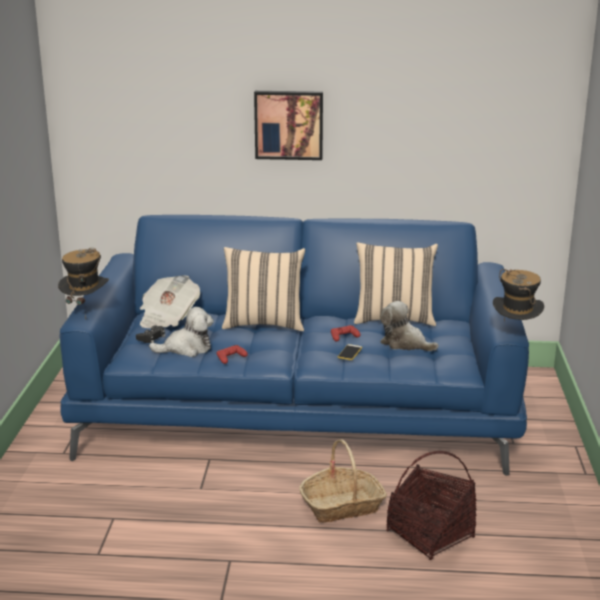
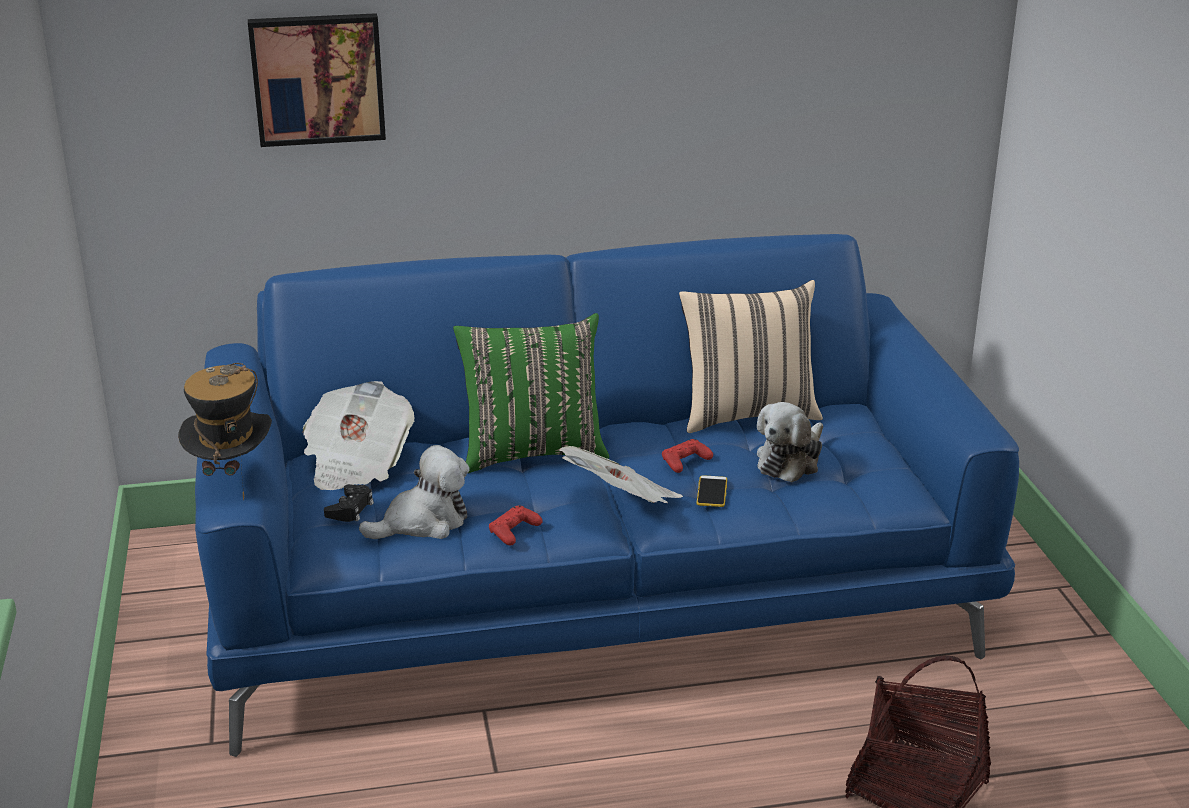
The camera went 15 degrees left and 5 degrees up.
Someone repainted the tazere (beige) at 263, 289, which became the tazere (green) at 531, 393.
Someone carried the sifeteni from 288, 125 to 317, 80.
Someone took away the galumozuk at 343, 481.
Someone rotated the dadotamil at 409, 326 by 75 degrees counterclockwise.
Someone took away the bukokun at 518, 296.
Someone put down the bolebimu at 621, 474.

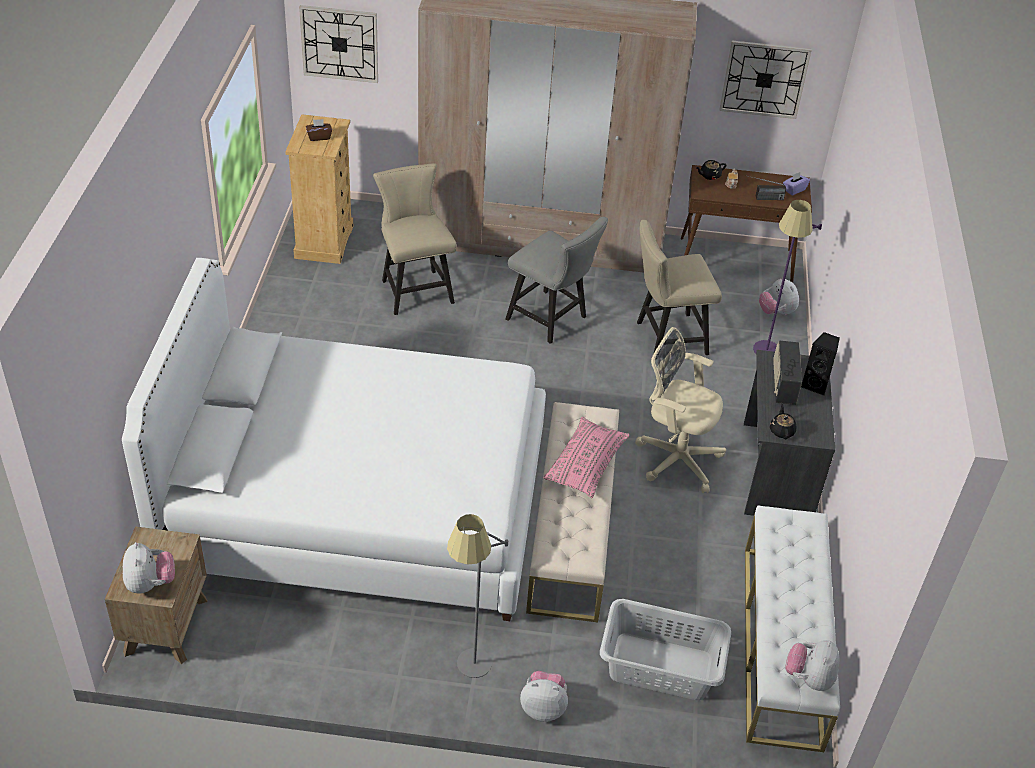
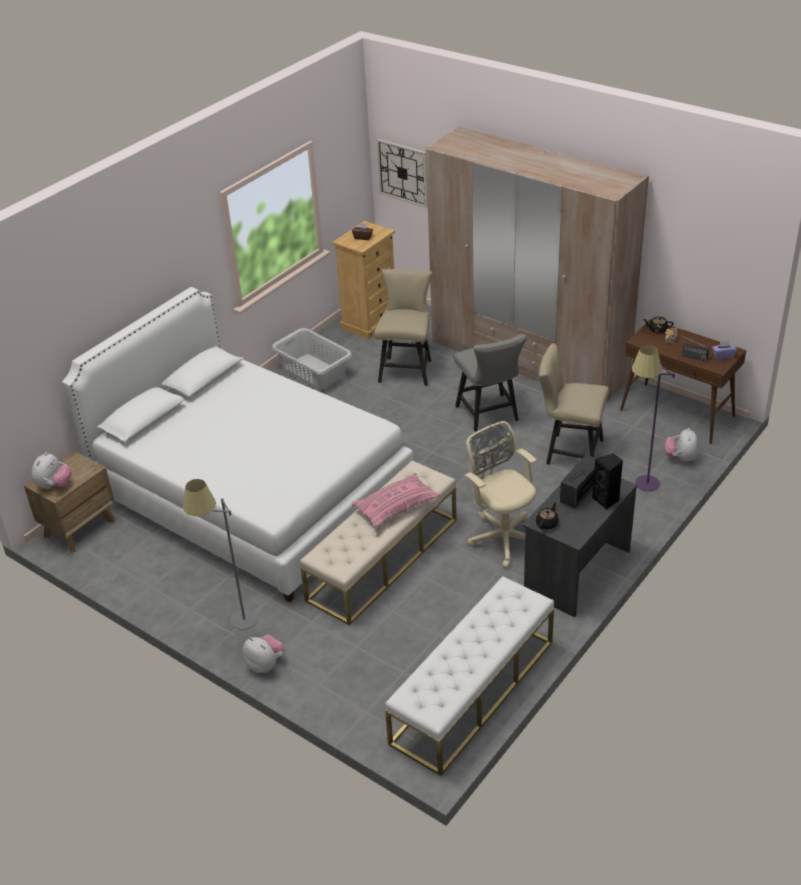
The camera went 35 degrees right and 5 degrees down.
Someone carried the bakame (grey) from 665, 649 to 312, 359.
Someone took away the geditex at 765, 80.
Someone took away the dadotamil at 812, 665.

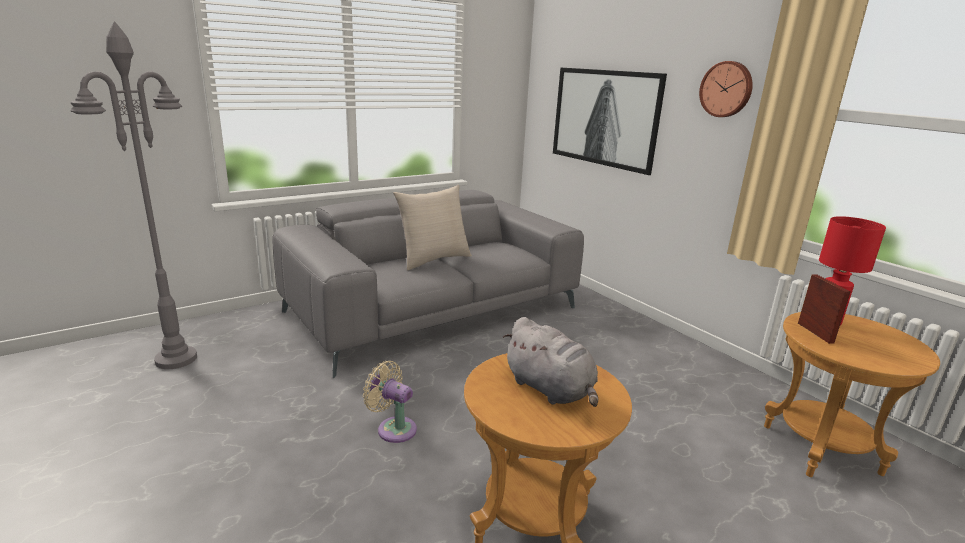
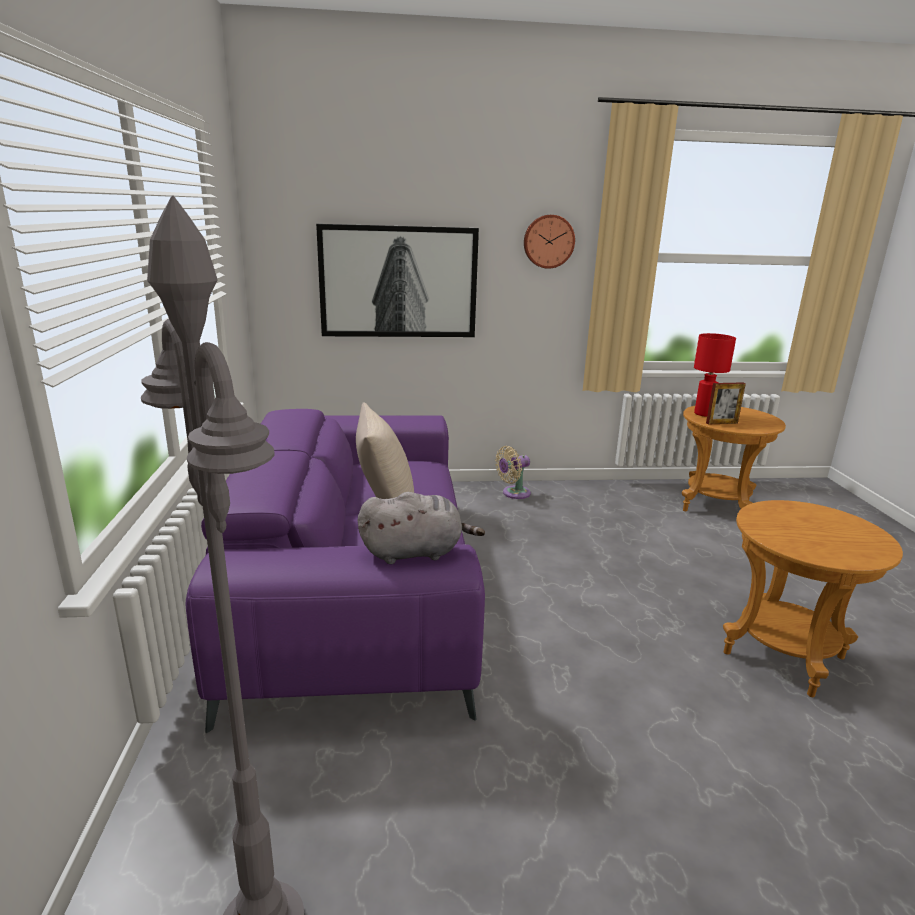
The camera went 60 degrees left and 0 degrees up.
Someone repainted the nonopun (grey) at 428, 284, which became the nonopun (purple) at 335, 571.
Someone carried the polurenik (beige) from 390, 402 to 513, 472.
Someone carried the dadotamil (grey) from 550, 362 to 421, 528.
Someone rotated the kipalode at 824, 309 by 150 degrees clockwise.

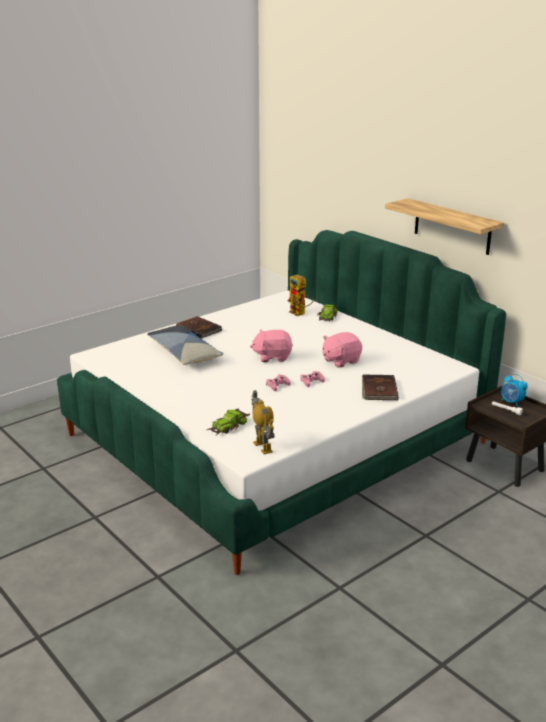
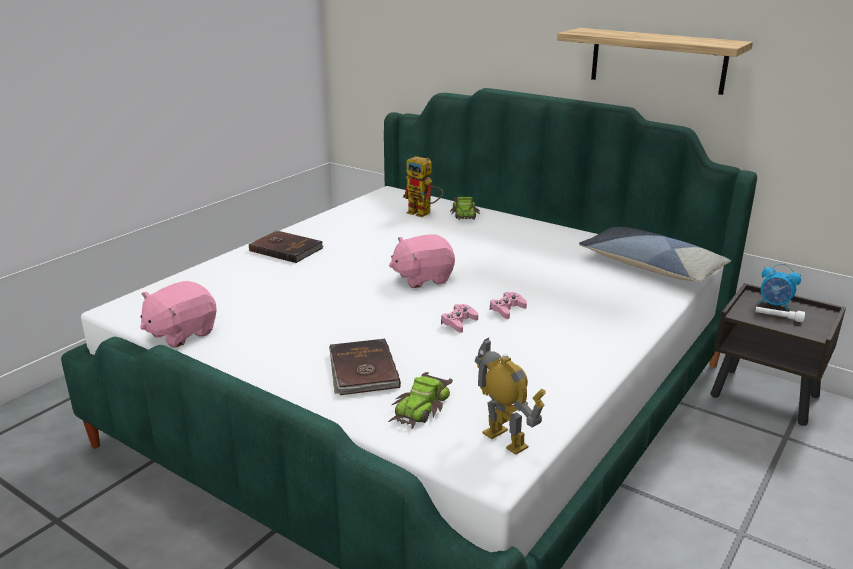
The camera went 15 degrees left and 0 degrees up.
Someone carried the tazere from 185, 345 to 655, 255.
Someone carried the dadotamil (pink) from 342, 350 to 178, 314.
Someone carried the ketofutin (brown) from 380, 388 to 365, 366.

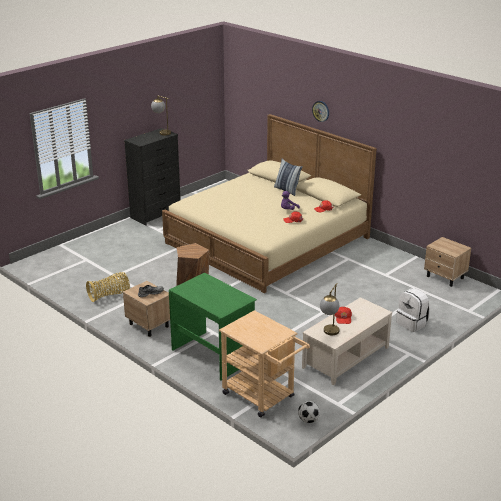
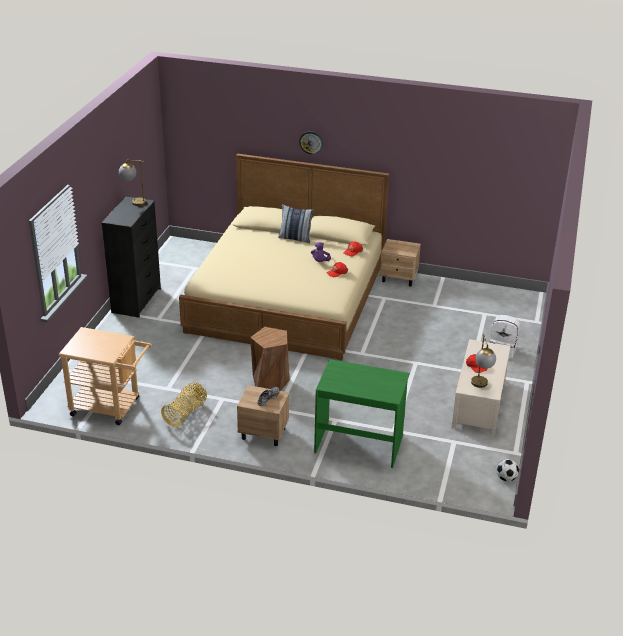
The camera went 30 degrees left and 5 degrees up.
Someone carried the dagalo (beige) from 264, 363 to 105, 376.
Someone carried the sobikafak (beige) from 448, 262 to 400, 263.

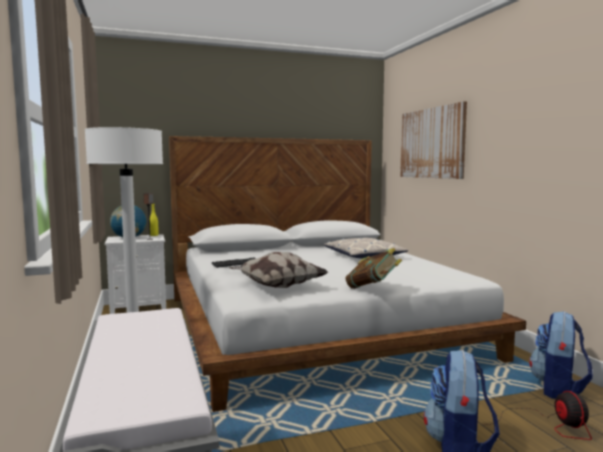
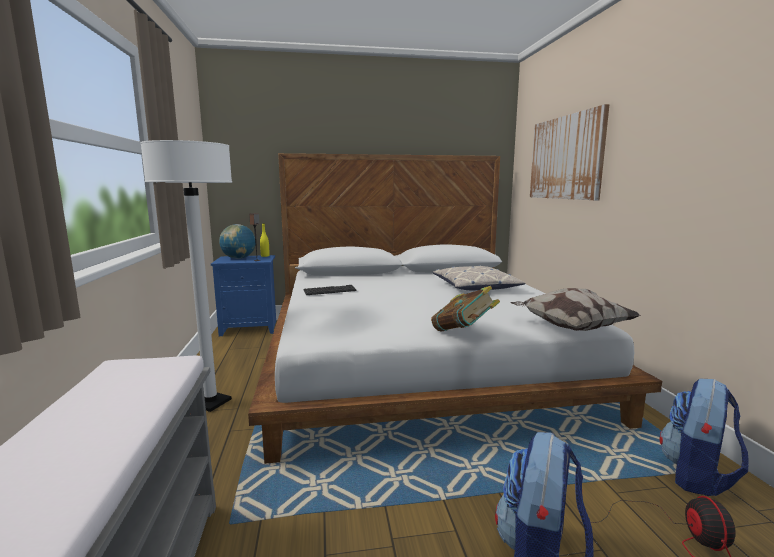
The camera went 10 degrees right and 5 degrees up.
Someone repainted the sobikafak (white) at 135, 274, which became the sobikafak (blue) at 243, 295.
Someone carried the tazere from 278, 270 to 575, 309.

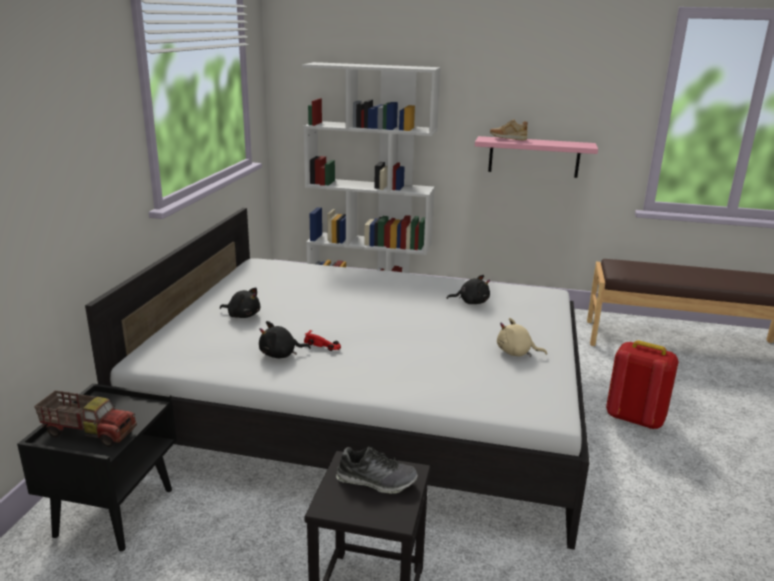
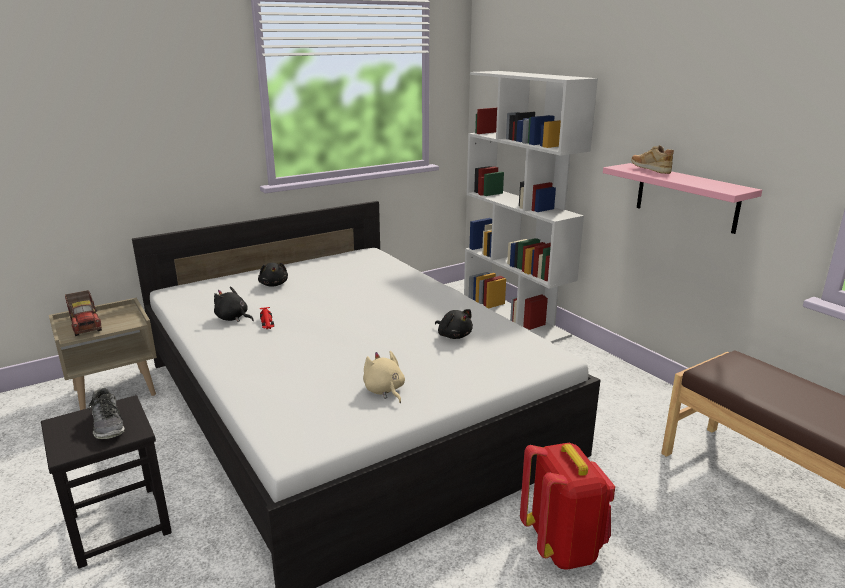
The camera went 45 degrees right and 0 degrees up.
Someone repainted the sobikafak (black) at 97, 467, which became the sobikafak (beige) at 103, 354.

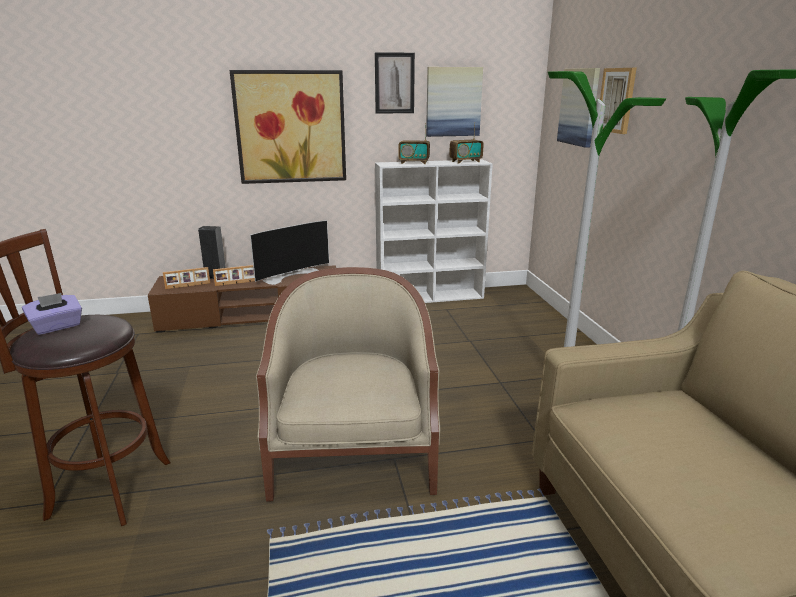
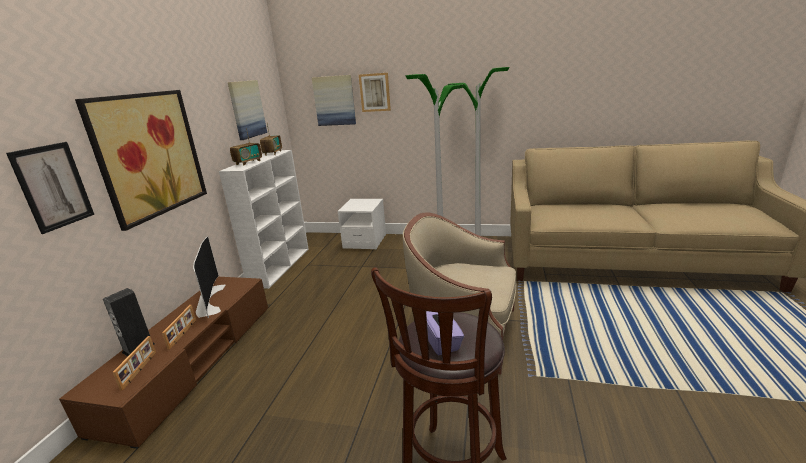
The camera went 65 degrees left and 0 degrees up.
Someone carried the sifeteni from 395, 83 to 50, 188.
Someone put down the sobikafak (white) at 361, 224.

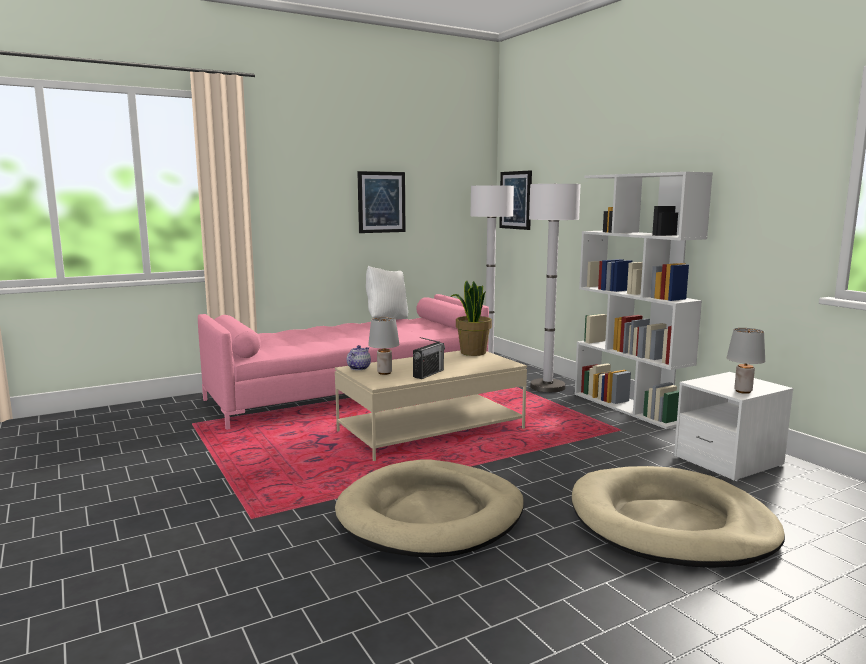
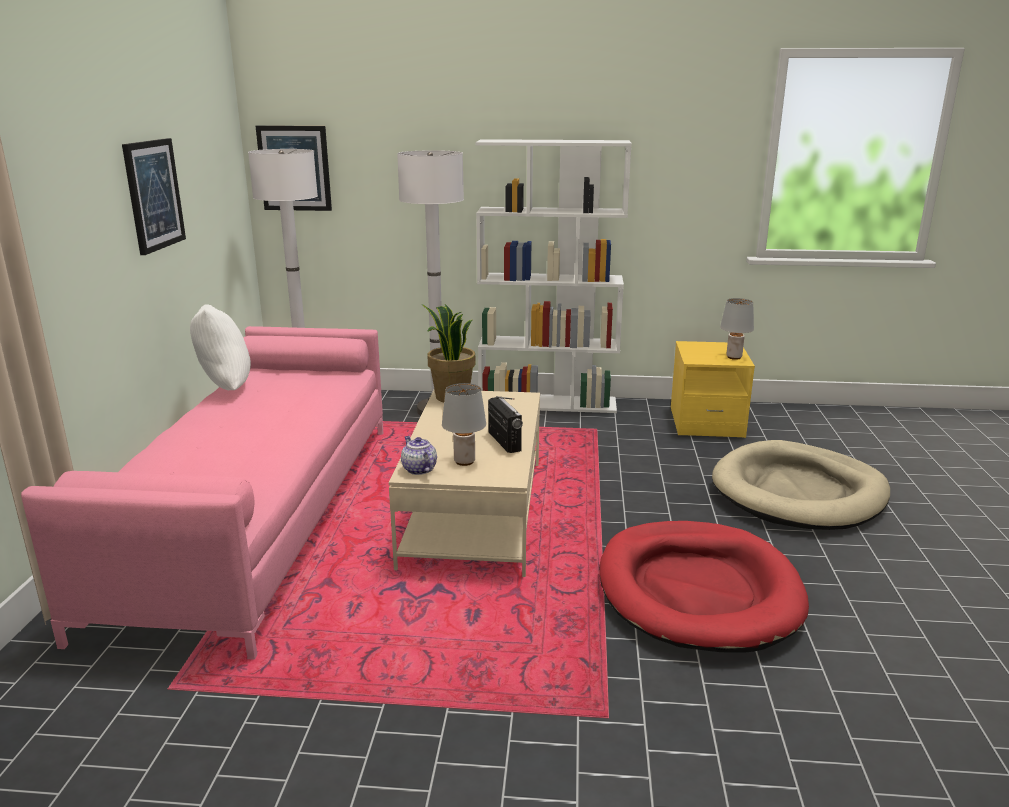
The camera went 55 degrees left and 10 degrees up.
Someone repainted the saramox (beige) at 429, 508, which became the saramox (red) at 704, 587.
Someone repainted the sobikafak (white) at 733, 426, which became the sobikafak (yellow) at 713, 389.

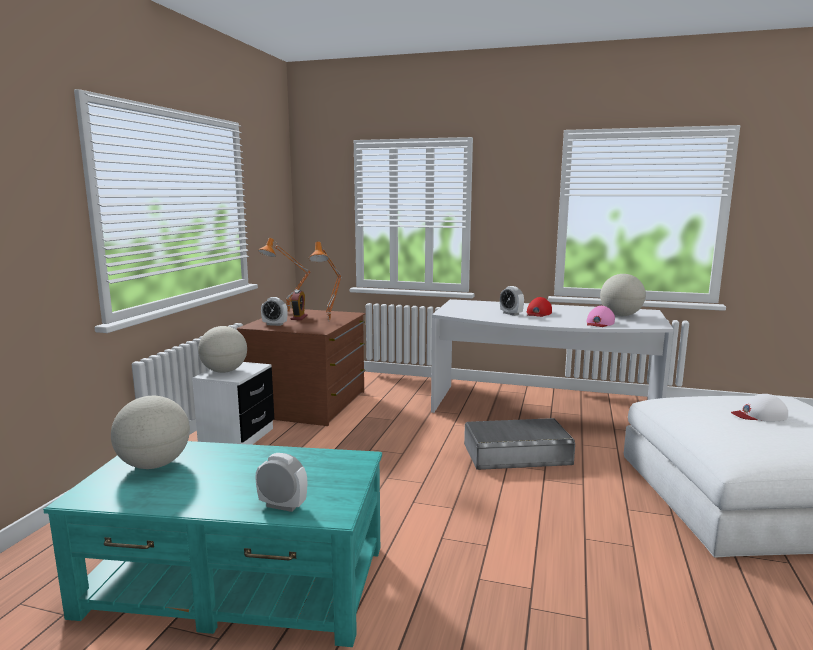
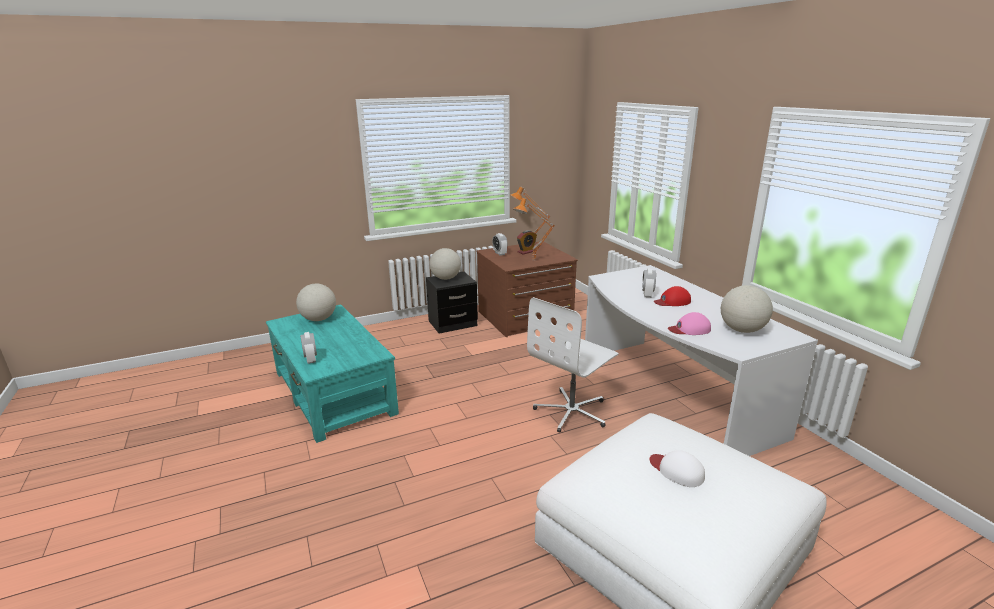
The camera went 50 degrees right and 10 degrees up.
Someone repainted the sobikafak (white) at 233, 403, which became the sobikafak (black) at 452, 303.
Someone swapped the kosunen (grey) at 519, 444 for the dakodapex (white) at 573, 365.

